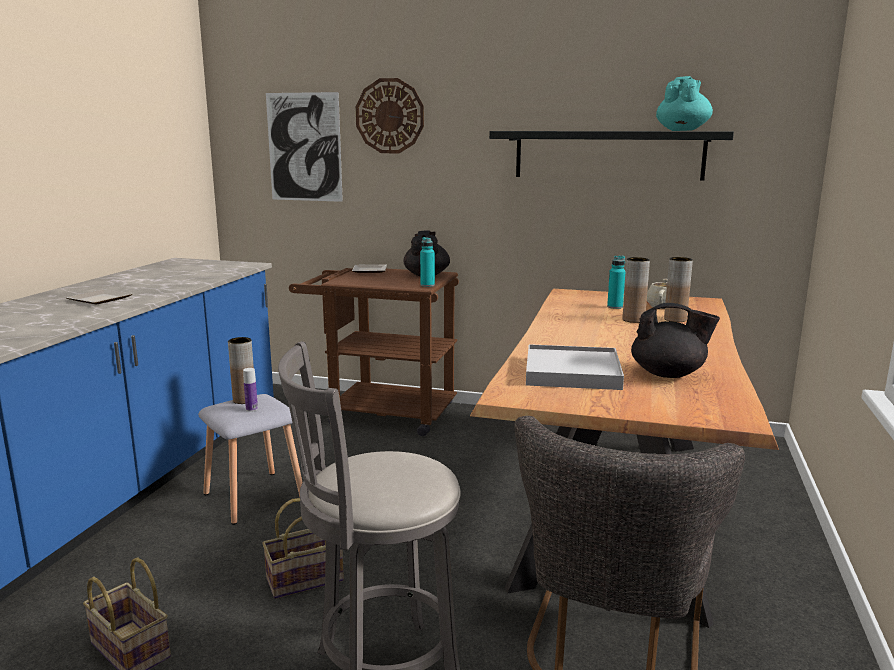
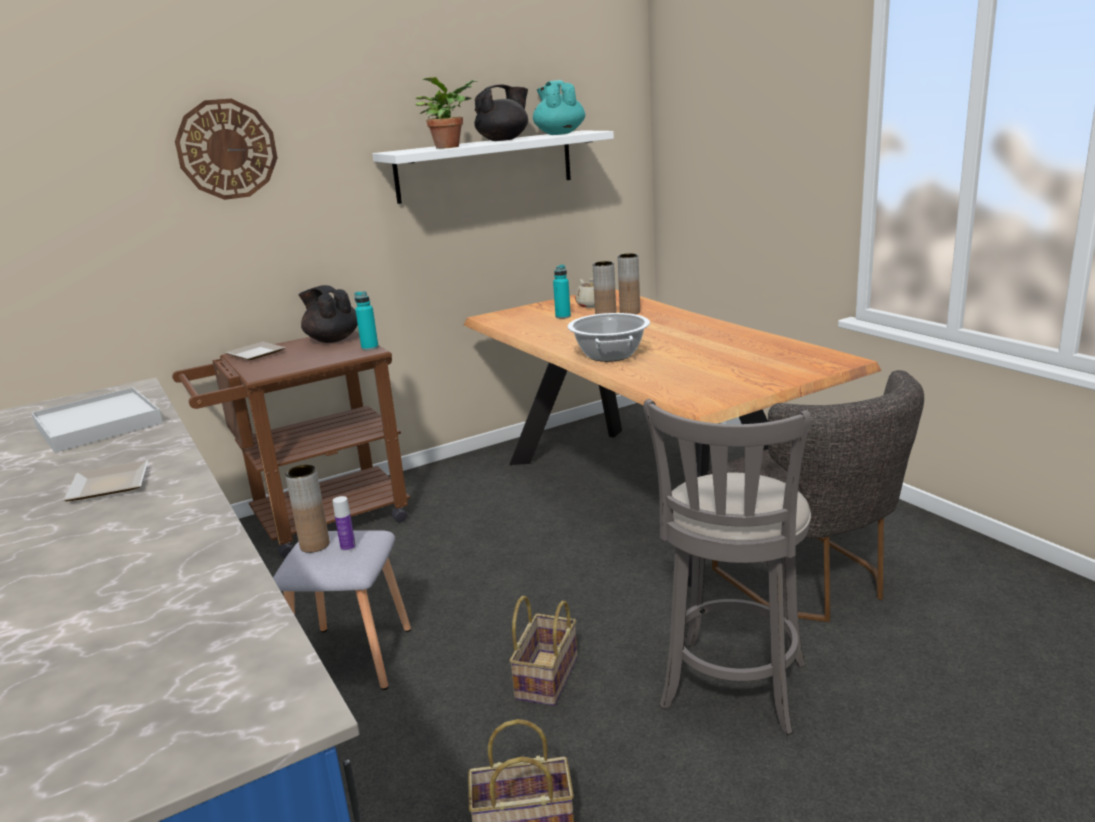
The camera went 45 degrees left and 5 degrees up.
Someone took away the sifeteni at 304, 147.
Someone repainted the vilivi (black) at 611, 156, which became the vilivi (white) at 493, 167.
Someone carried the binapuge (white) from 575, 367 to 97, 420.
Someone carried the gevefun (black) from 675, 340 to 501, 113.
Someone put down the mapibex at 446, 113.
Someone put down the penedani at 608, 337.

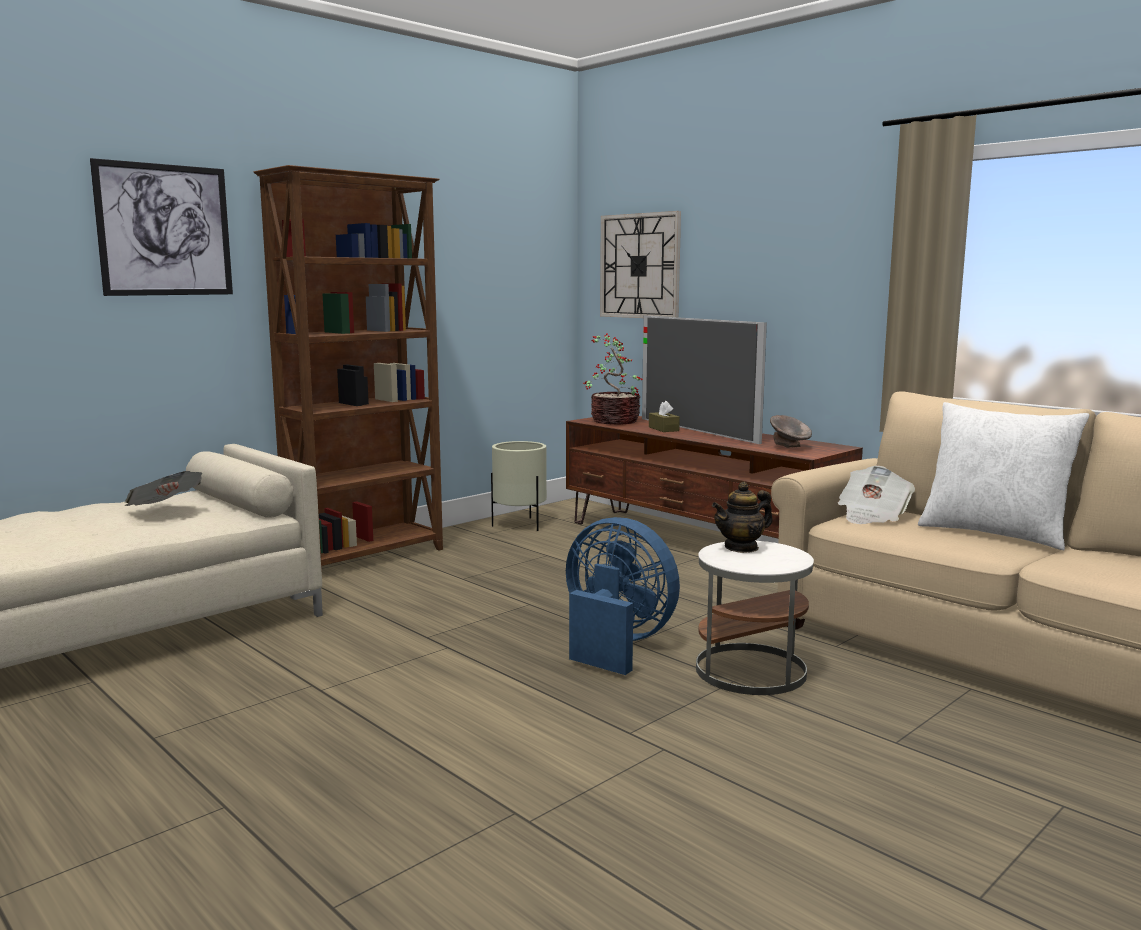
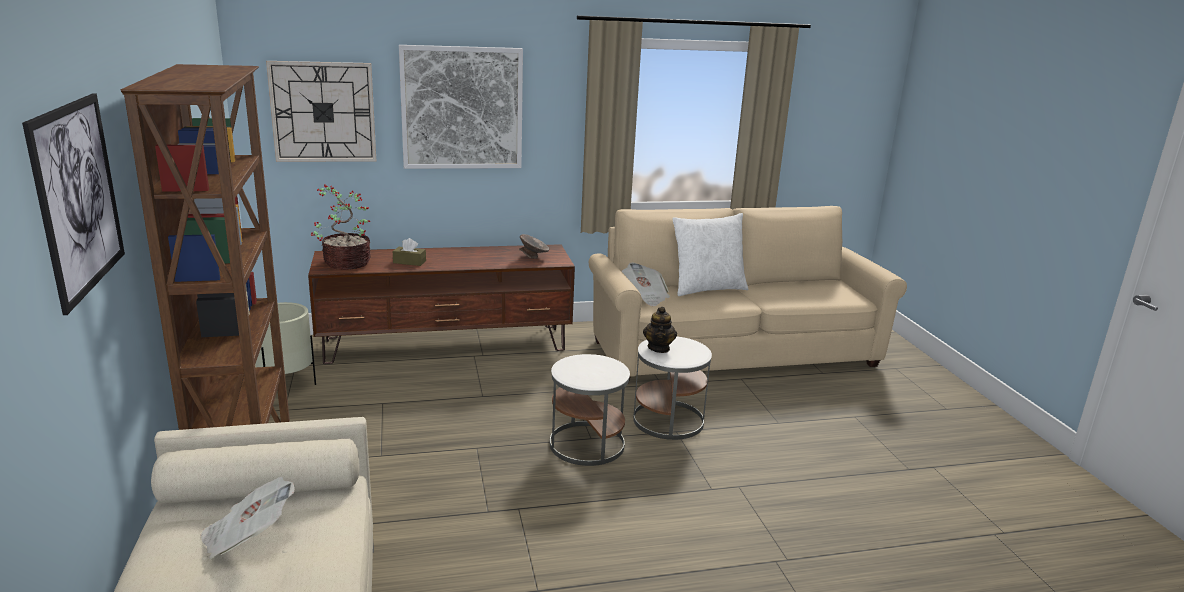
The camera went 60 degrees left and 10 degrees up.
Someone swapped the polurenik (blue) at 623, 596 for the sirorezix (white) at 590, 410.
Someone took away the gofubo at 704, 380.
Someone put up the sifeteni at 461, 107.

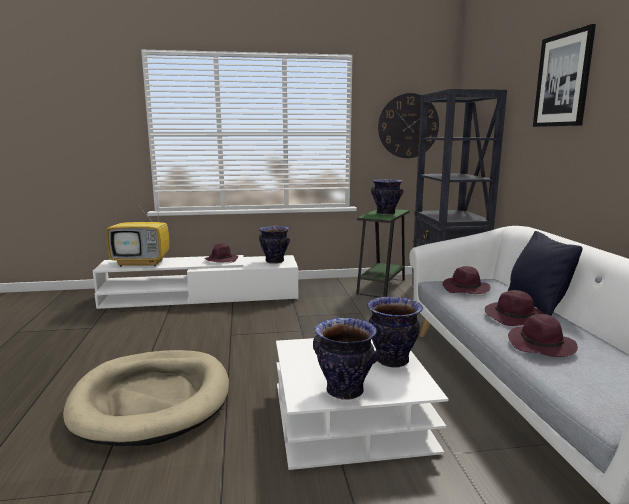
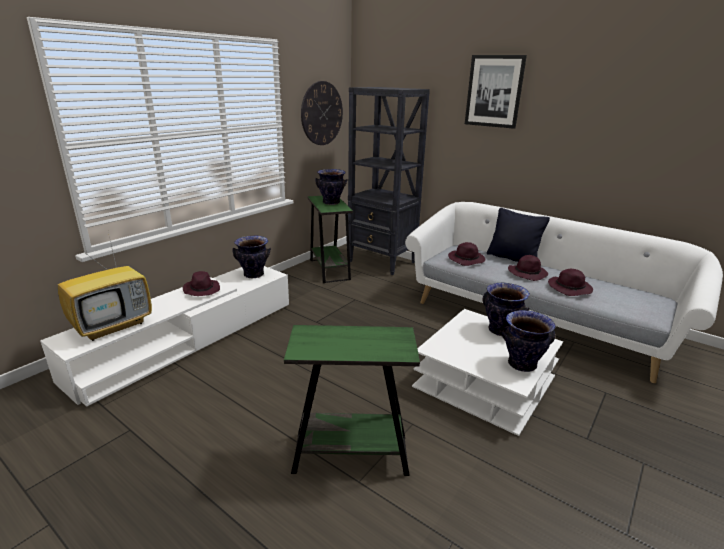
The camera went 45 degrees left and 10 degrees up.
Someone swapped the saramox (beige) at 146, 398 for the sirorezix (green) at 352, 400.

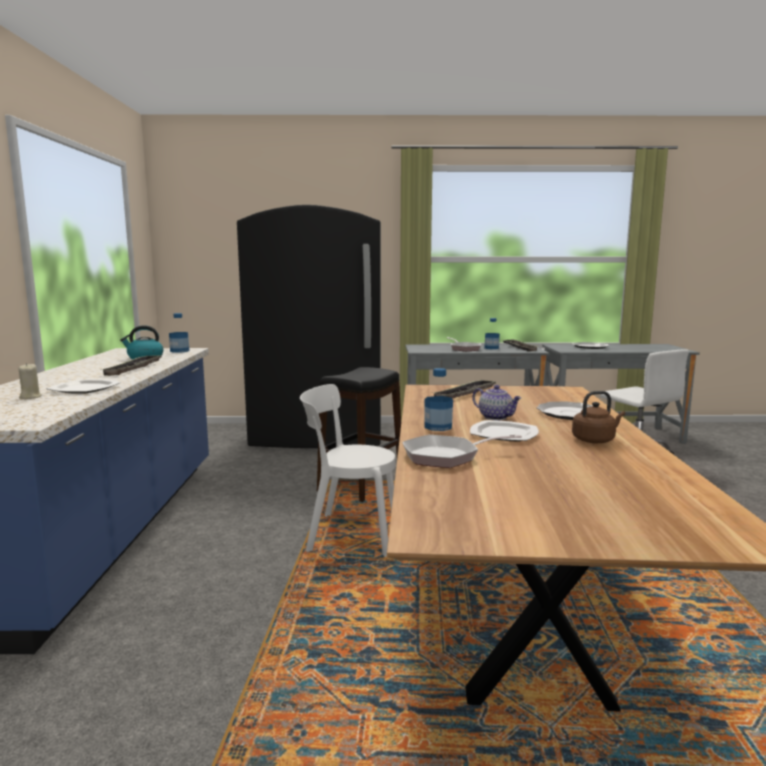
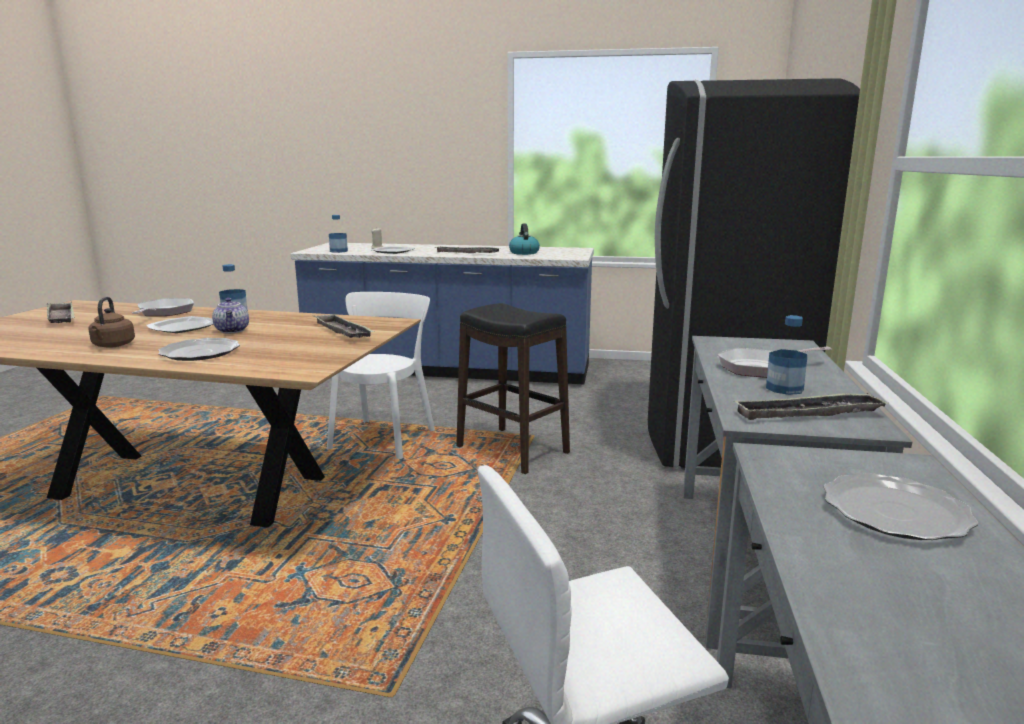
The camera went 100 degrees right and 5 degrees up.
Someone carried the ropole from 179, 333 to 338, 234.
Someone rotated the gevefun at 496, 403 by 75 degrees counterclockwise.
Someone put down the binapuge at 61, 312.

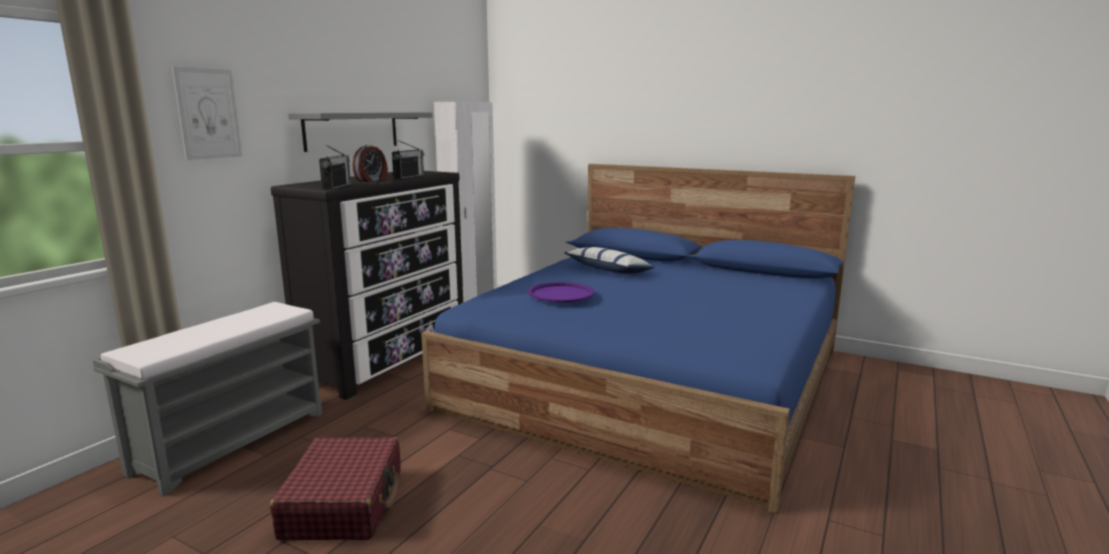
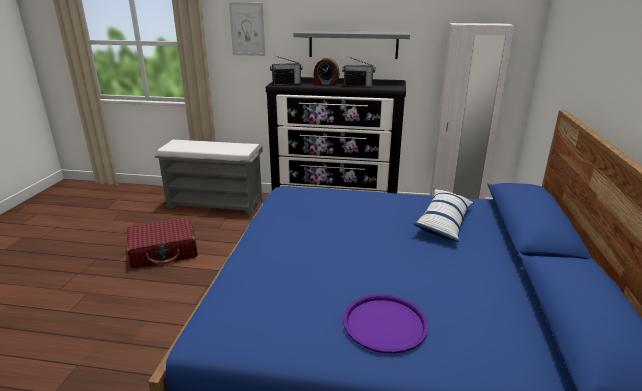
The camera went 70 degrees right and 10 degrees up.
Someone carried the binapuge (purple) from 561, 292 to 386, 324.

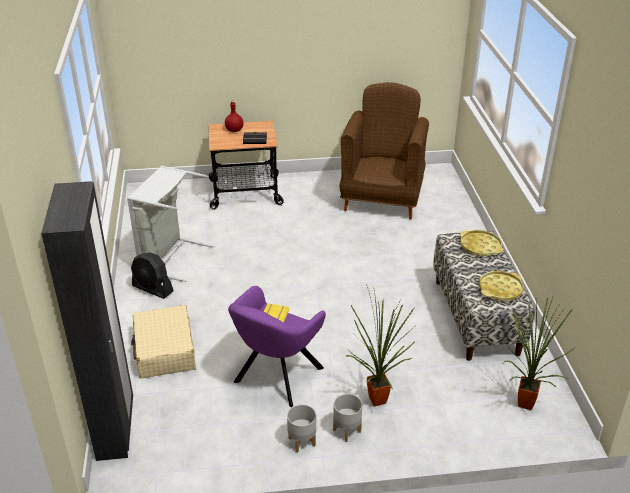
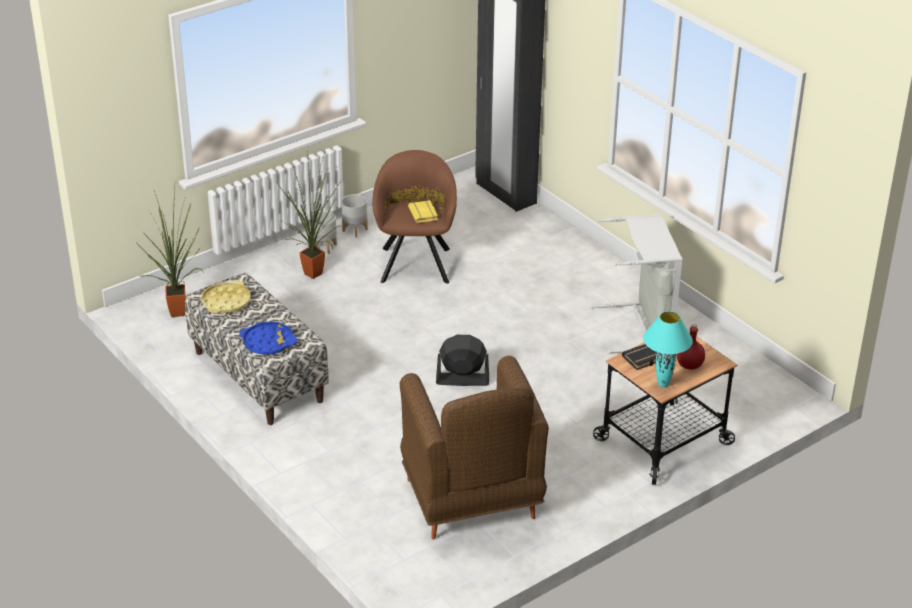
The camera went 150 degrees right and 0 degrees up.
Someone carried the polurenik (black) from 152, 275 to 462, 360.
Someone took away the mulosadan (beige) at 163, 341.
Someone repainted the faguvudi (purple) at 277, 346, which became the faguvudi (brown) at 414, 217.
Someone repainted the binapuge (yellow) at 481, 243, which became the binapuge (blue) at 268, 338.
Someone put down the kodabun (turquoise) at 668, 349.

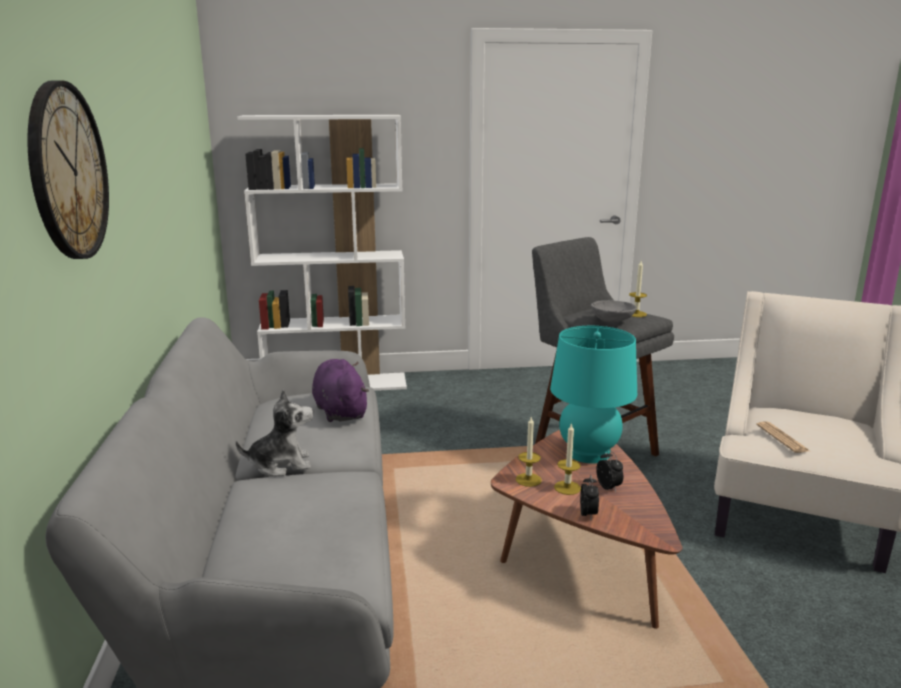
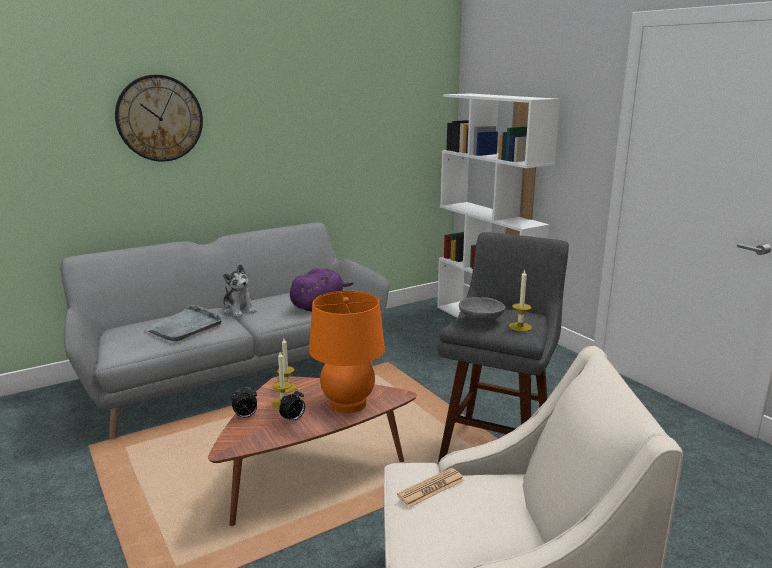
The camera went 65 degrees right and 0 degrees up.
Someone repainted the kodabun (turquoise) at 593, 395, which became the kodabun (orange) at 347, 352.
Someone put down the binapuge (grey) at 183, 323.

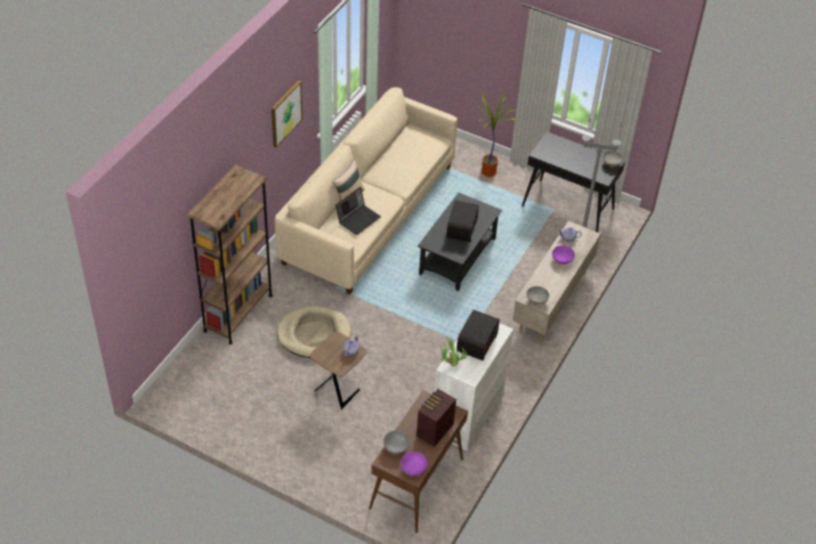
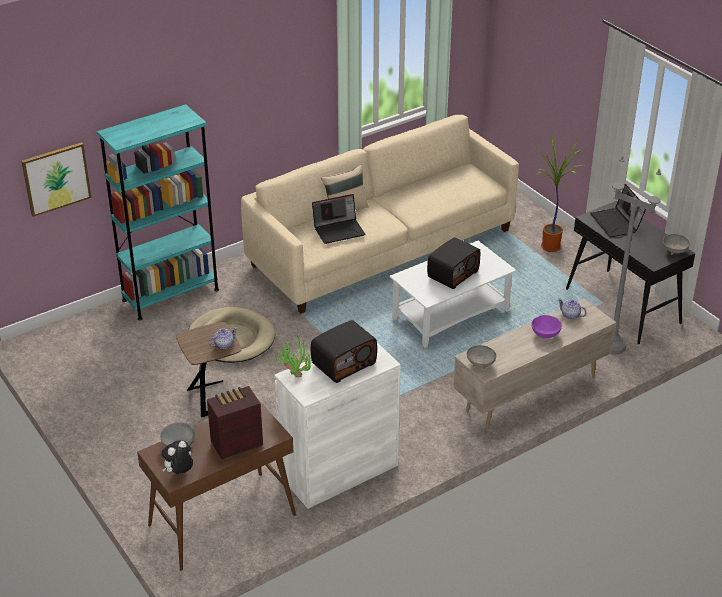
The camera went 30 degrees right and 10 degrees down.
Someone repainted the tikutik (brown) at 230, 254, which became the tikutik (turquoise) at 158, 212.
Someone carried the sifeteni from 287, 114 to 56, 179.
Someone swapped the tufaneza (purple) at 414, 464 for the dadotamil at 177, 457.
Someone repainted the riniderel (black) at 460, 241, which became the riniderel (white) at 452, 294.
Someone put down the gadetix at 618, 210.

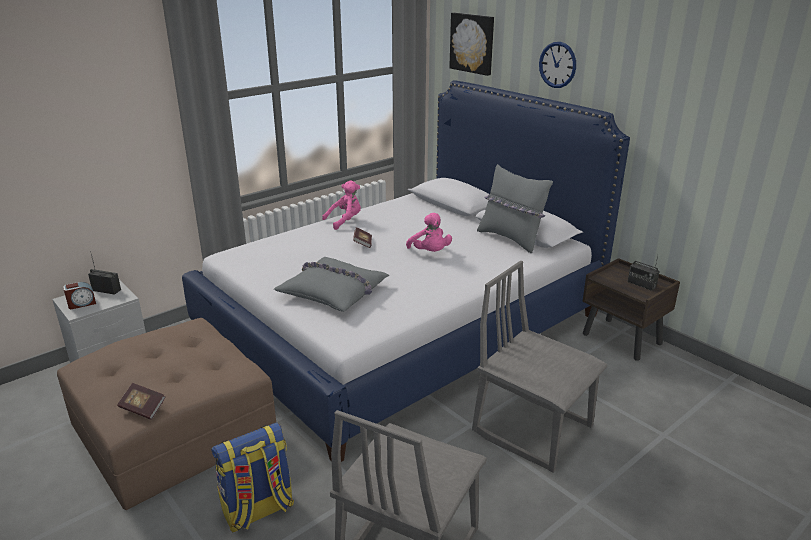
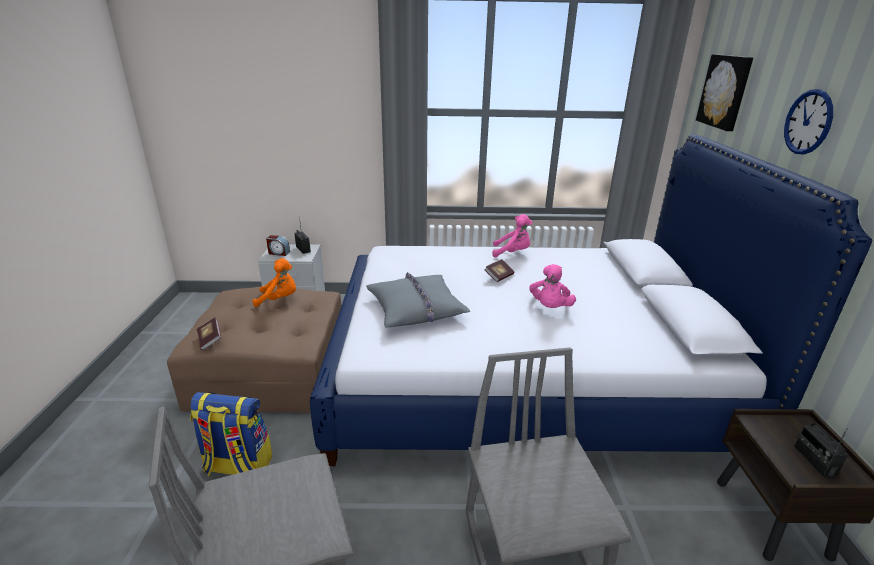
The camera went 40 degrees right and 0 degrees up.
Someone took away the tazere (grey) at 515, 208.
Someone put down the dadotamil (orange) at 274, 282.

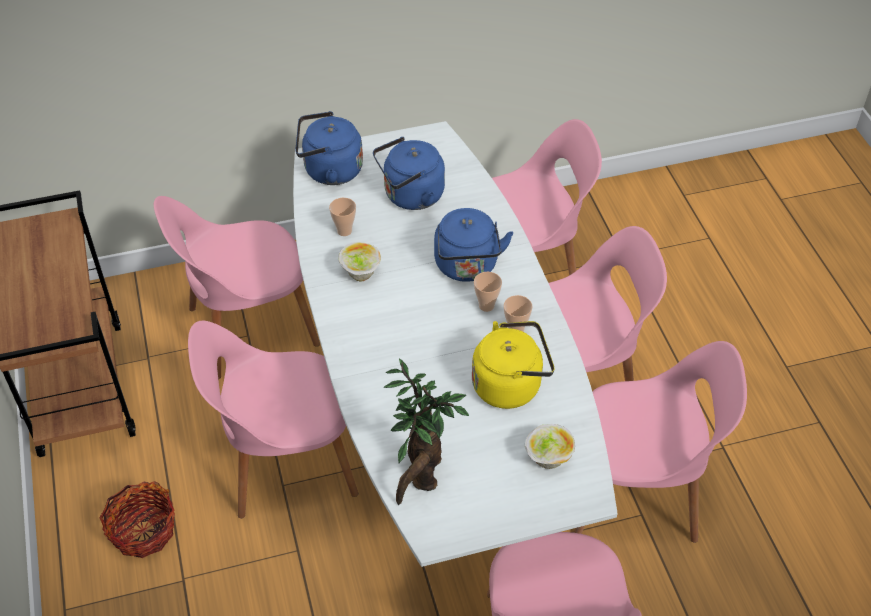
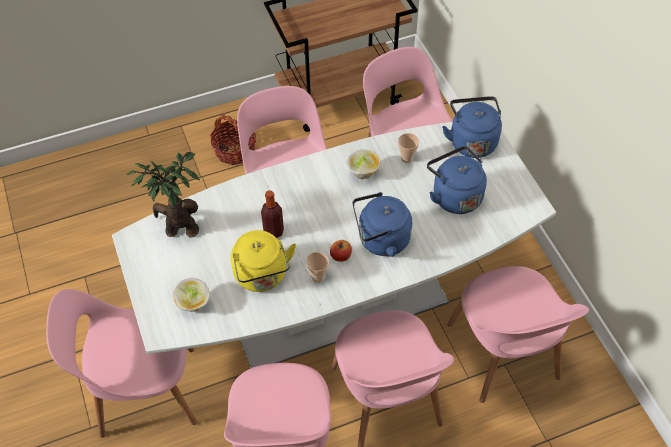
The camera went 85 degrees right and 5 degrees up.
Someone swapped the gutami at 488, 292 for the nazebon at 341, 251.
Someone put down the ropole at 272, 214.

